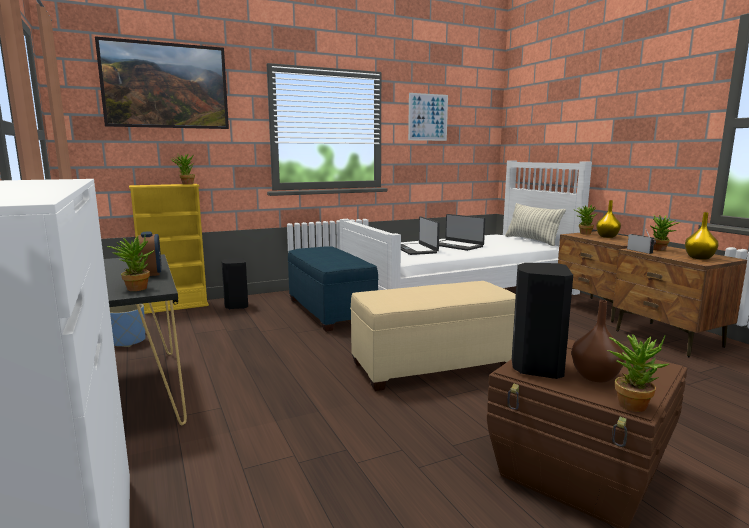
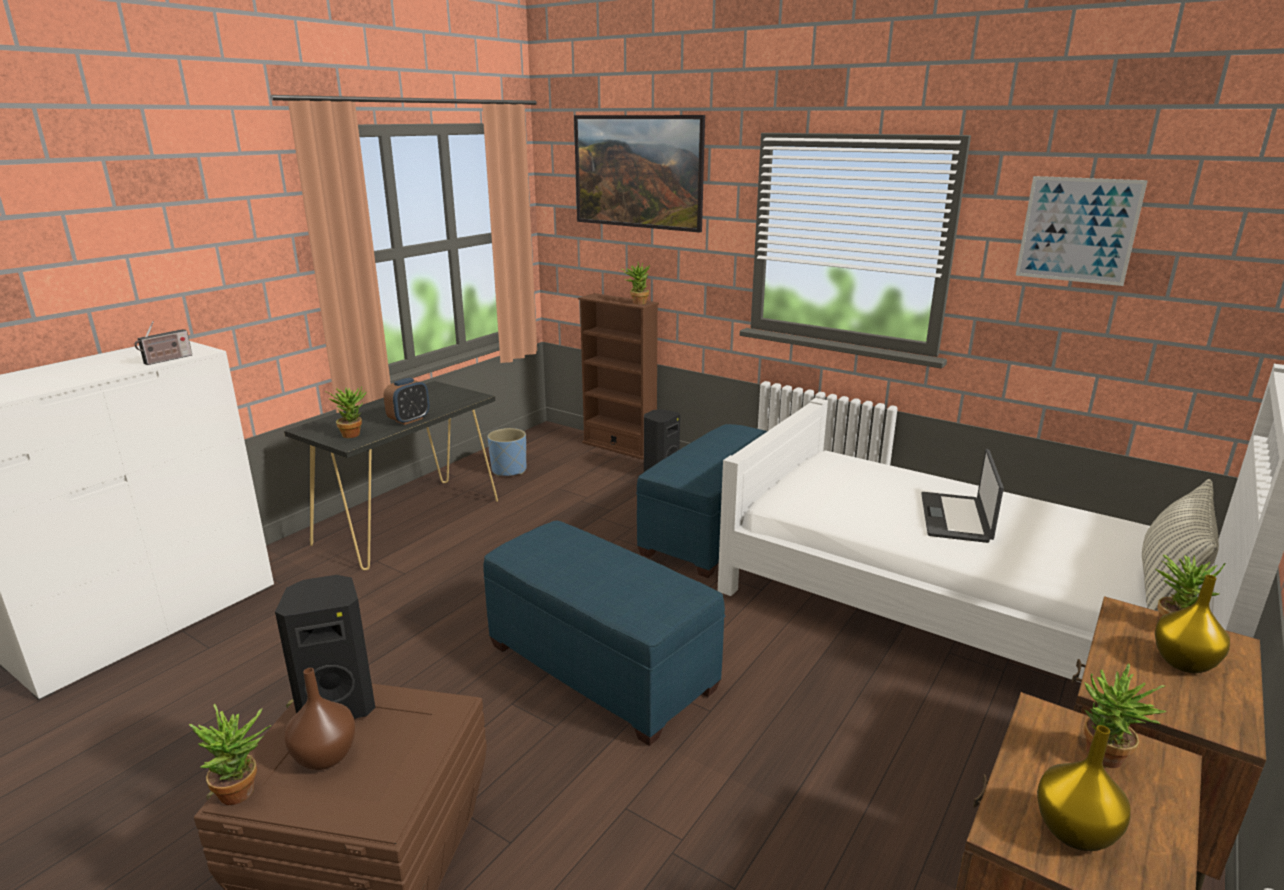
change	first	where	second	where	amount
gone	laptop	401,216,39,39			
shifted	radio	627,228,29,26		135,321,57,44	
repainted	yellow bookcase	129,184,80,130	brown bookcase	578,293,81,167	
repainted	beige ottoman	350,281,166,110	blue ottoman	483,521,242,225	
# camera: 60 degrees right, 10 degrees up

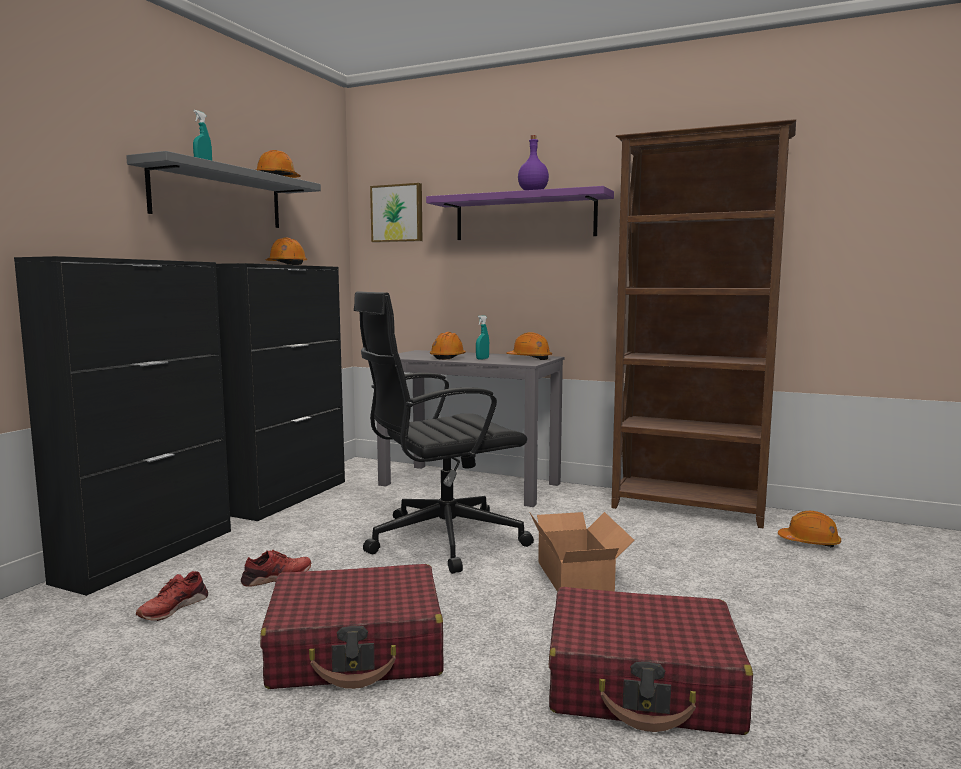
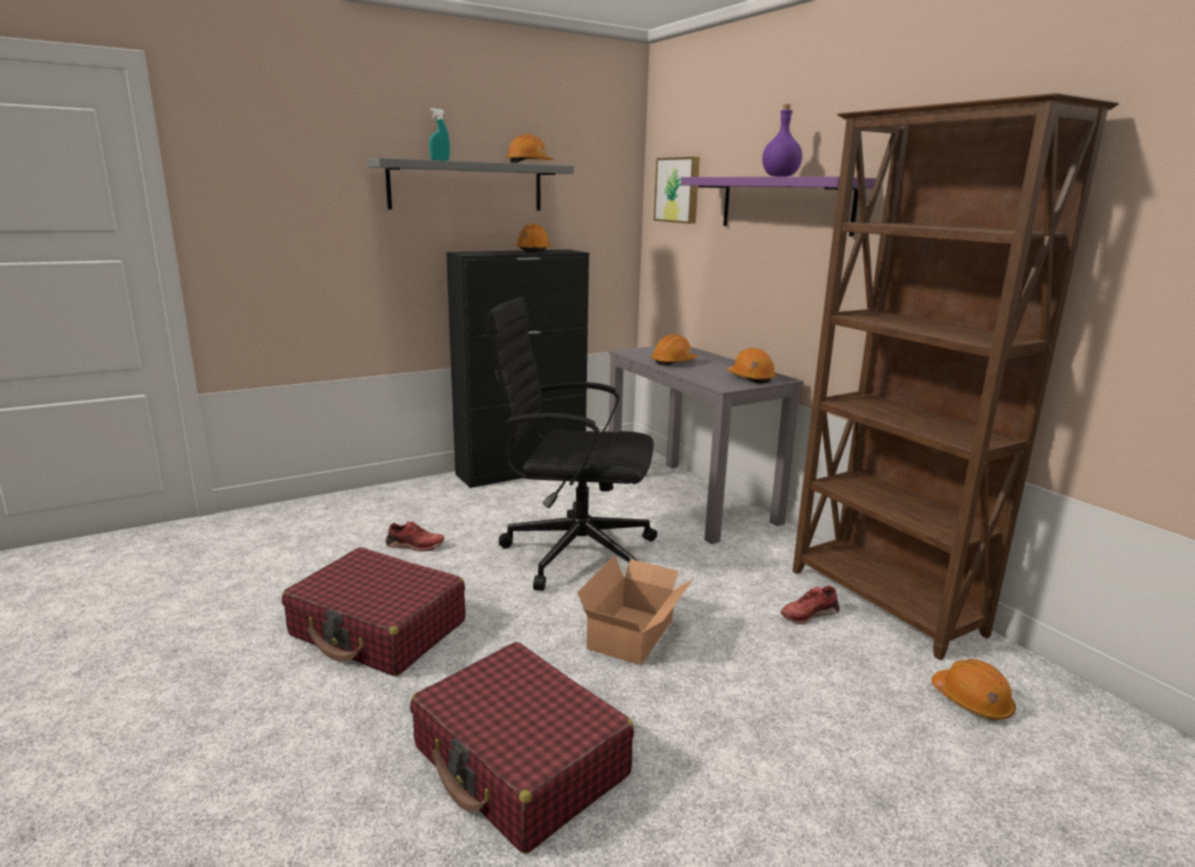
change	first	where	second	where	amount
gone	black cabinet	14,256,217,340			
gone	turquoise spray bottle	476,315,13,45			
shifted	red shoe	136,571,72,50		781,586,59,38	
# camera: 35 degrees right, 10 degrees up

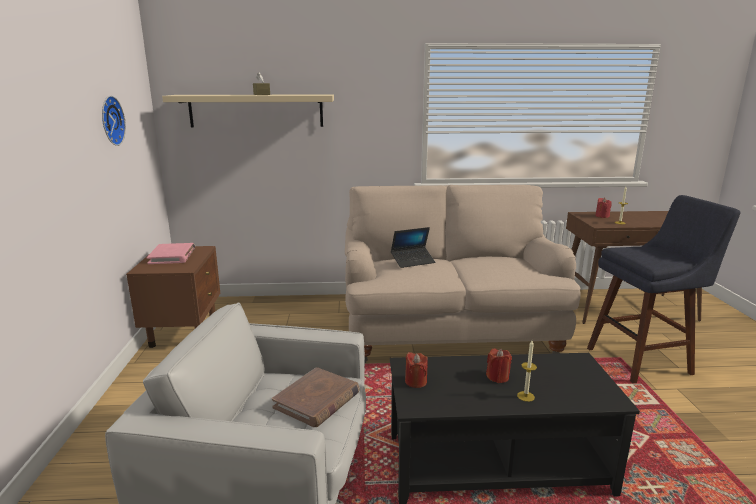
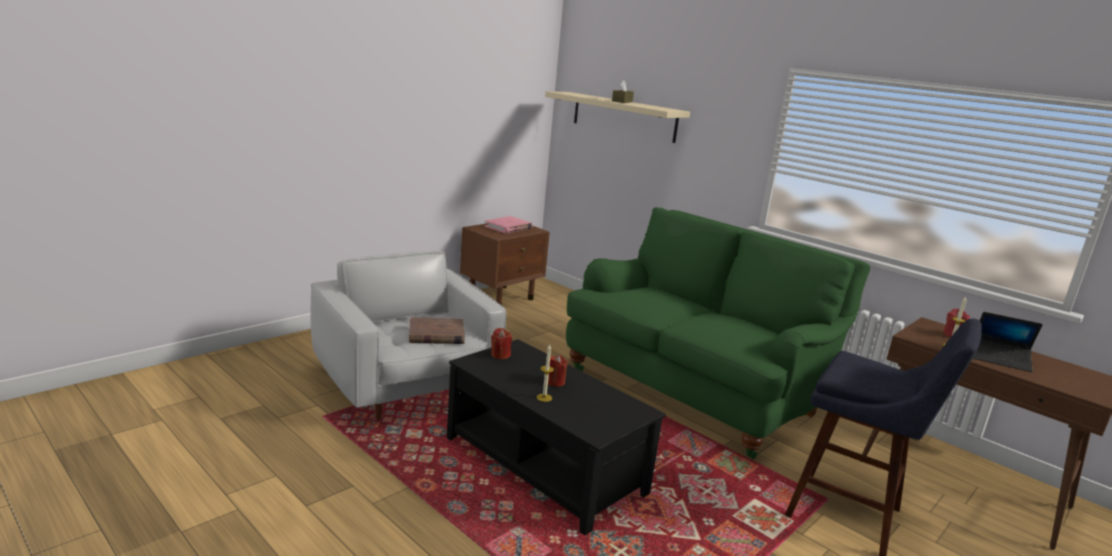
change	first	where	second	where	amount
gone	wall clock	102,96,24,50			
shifted	laptop	391,227,44,41		973,312,70,60	
repainted	beige sofa	345,185,236,178	green sofa	566,207,304,252	
# camera: 45 degrees right, 0 degrees up

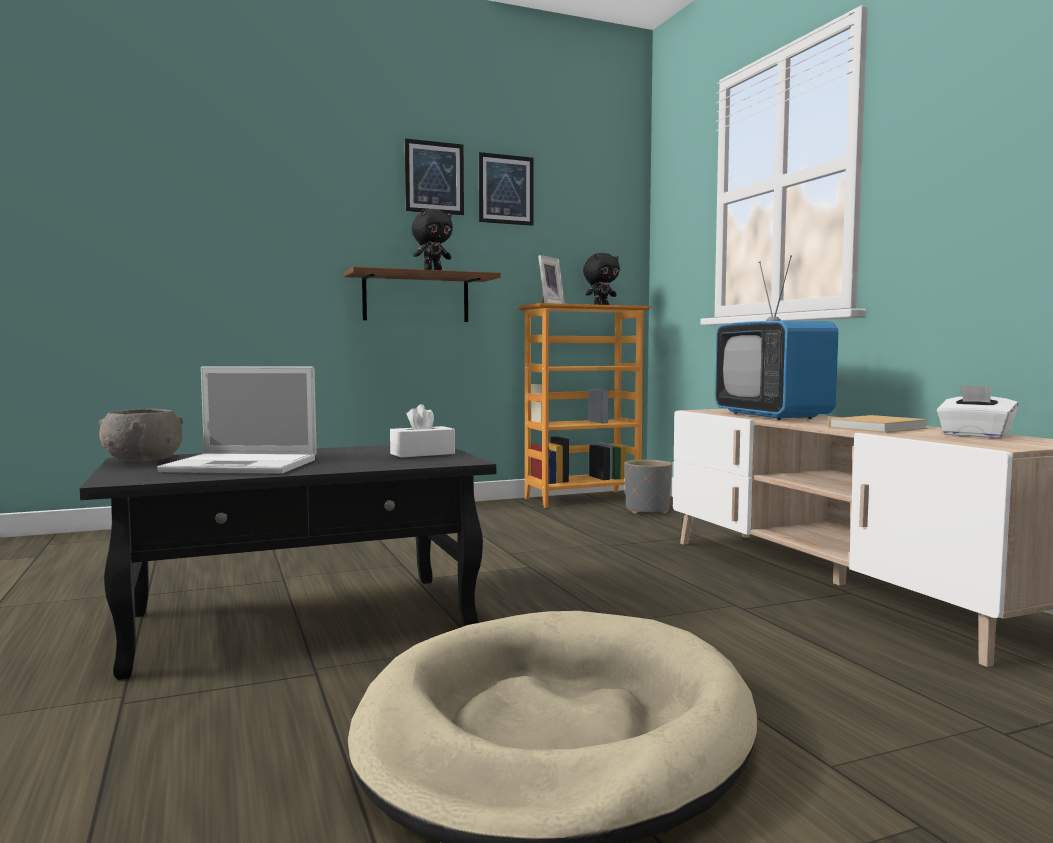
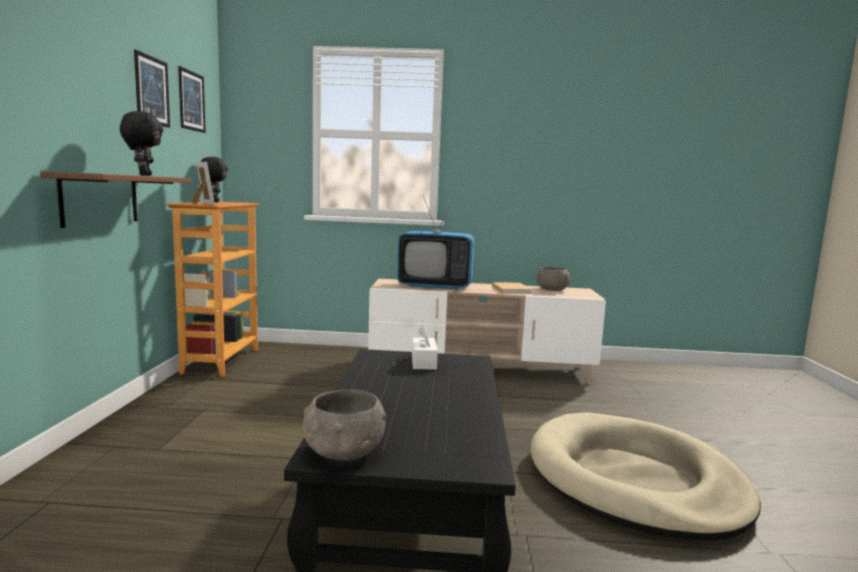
change	first	where	second	where	amount
gone	laptop	158,366,159,108			
gone	grey planter	625,460,47,54			
shifted	picture	405,138,59,77		178,66,28,67	
swapped	white tissue box	937,385,81,53	grey bowl	536,267,35,24	
# camera: 65 degrees left, 5 degrees up

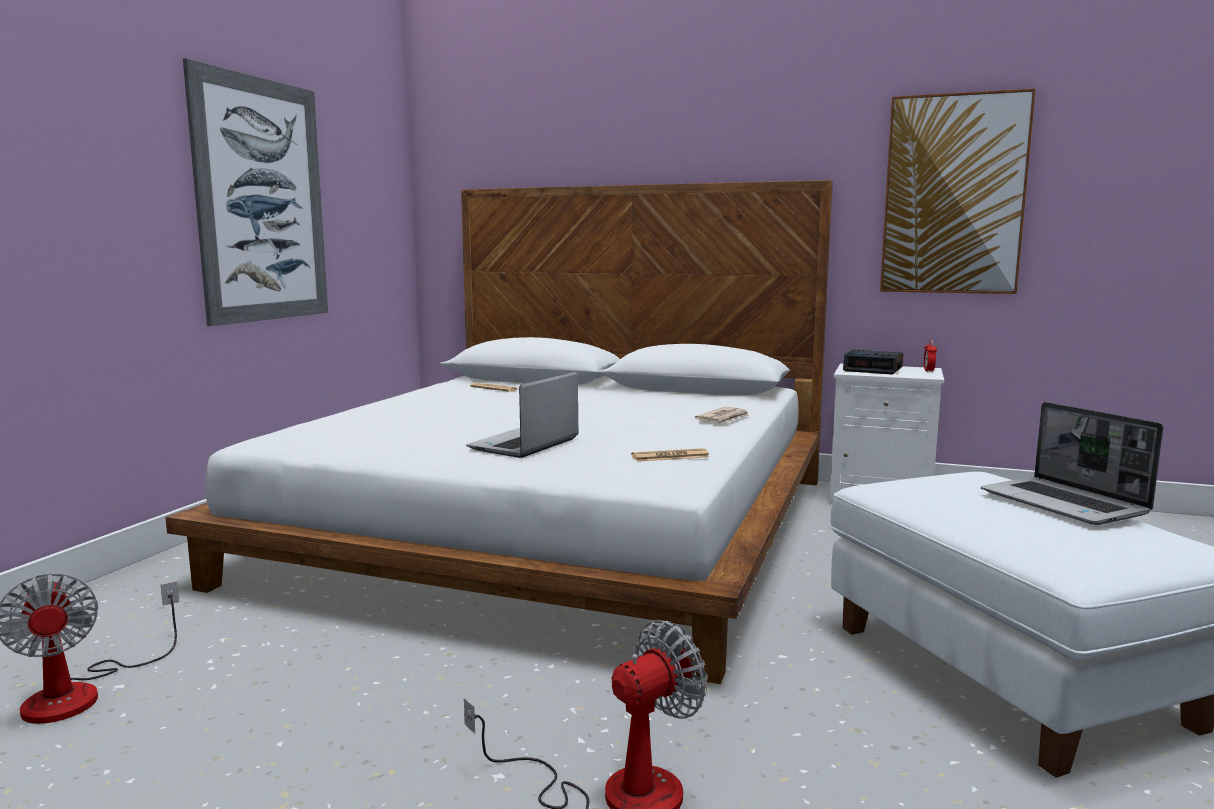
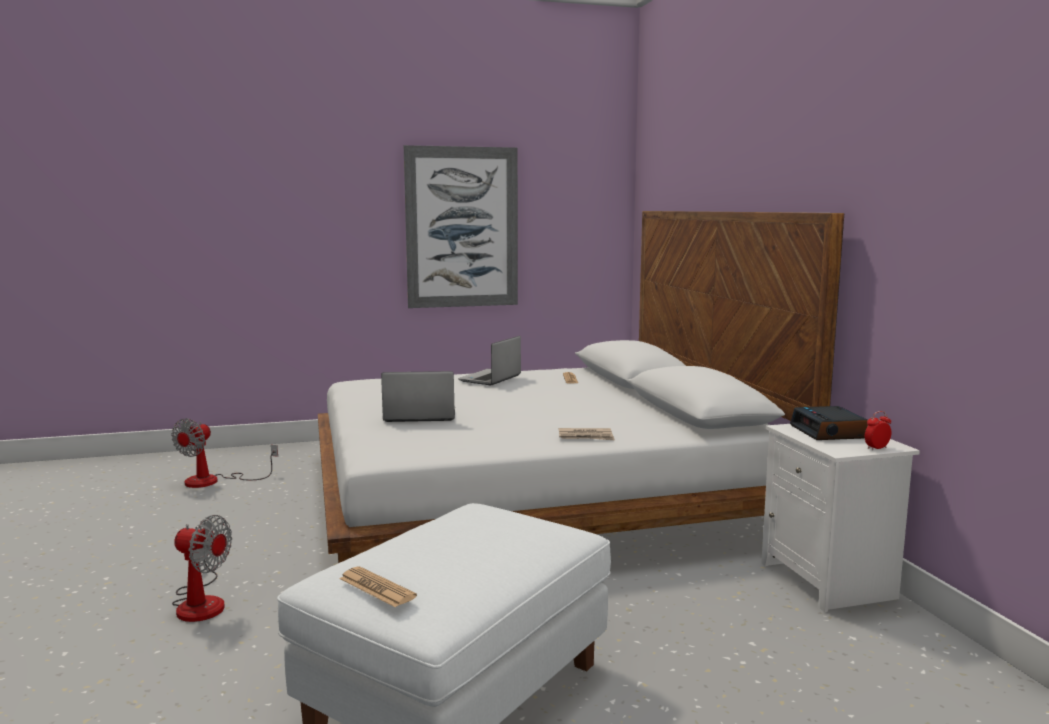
change	first	where	second	where	amount
gone	picture	880,89,156,205			
shifted	newspaper	631,448,78,14		340,567,77,40	
shifted	laptop	981,402,182,123		458,336,63,49	
# camera: 55 degrees right, 0 degrees up

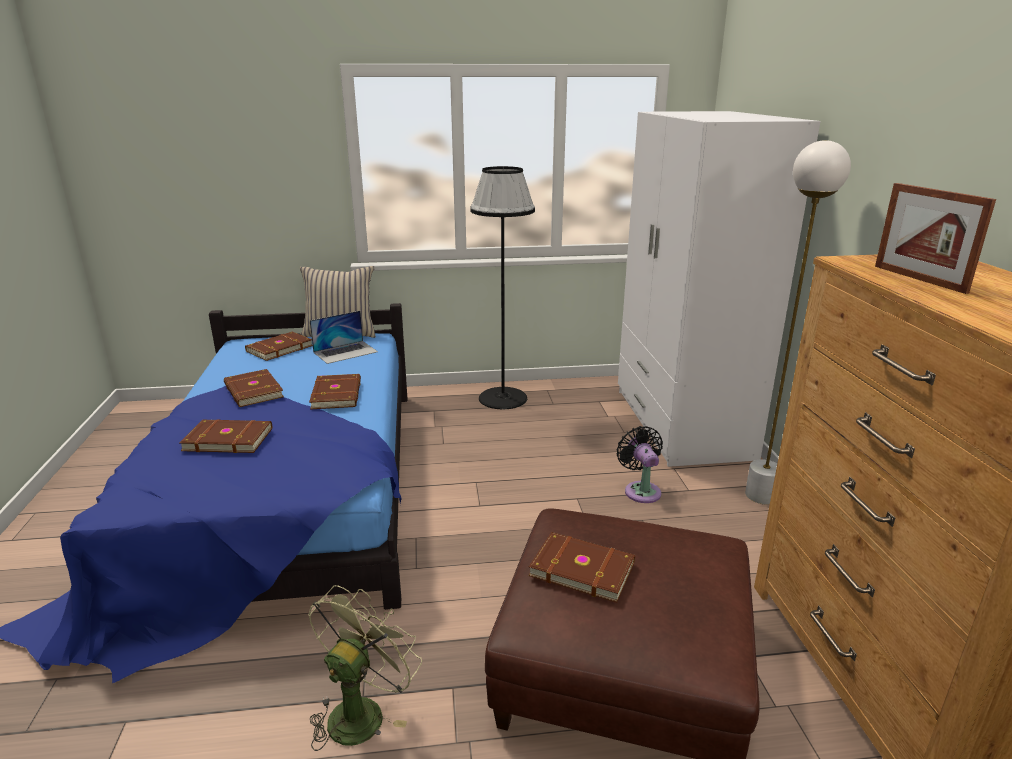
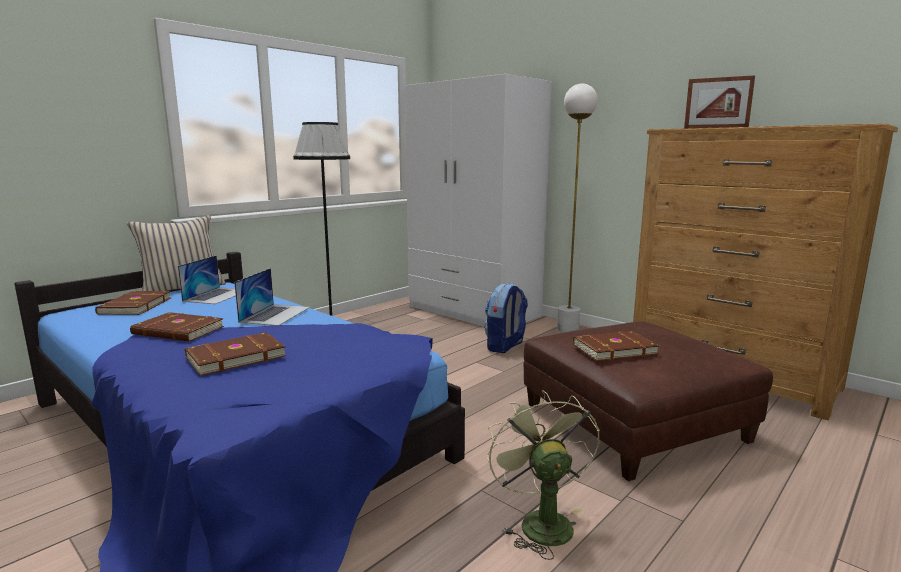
change	first	where	second	where	amount
swapped	brown book	309,374,52,35	laptop	234,268,76,58	
swapped	black fan	617,426,46,77	backpack	484,283,44,70	
# camera: 40 degrees left, 10 degrees down

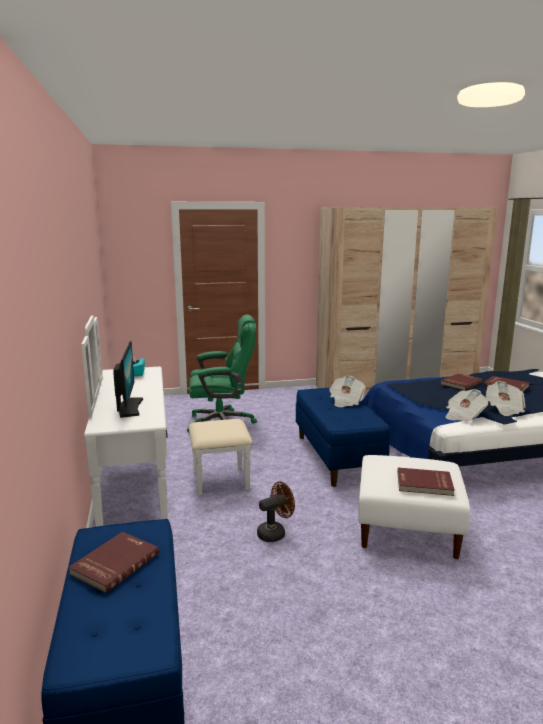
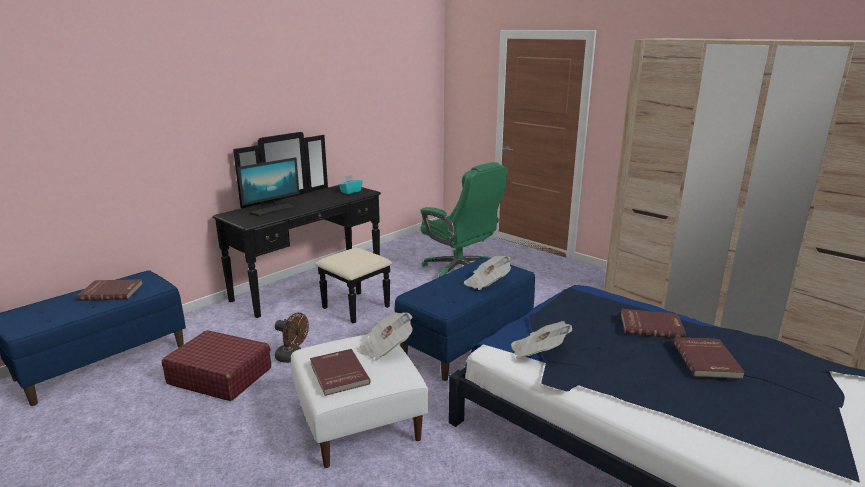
change	first	where	second	where	amount
new			red suitcase	162,330,109,71	
shifted	newspaper	486,381,39,35		357,312,56,48	
repainted	white dresser	81,316,172,211	black dresser	213,132,179,191	
# camera: 55 degrees right, 5 degrees up

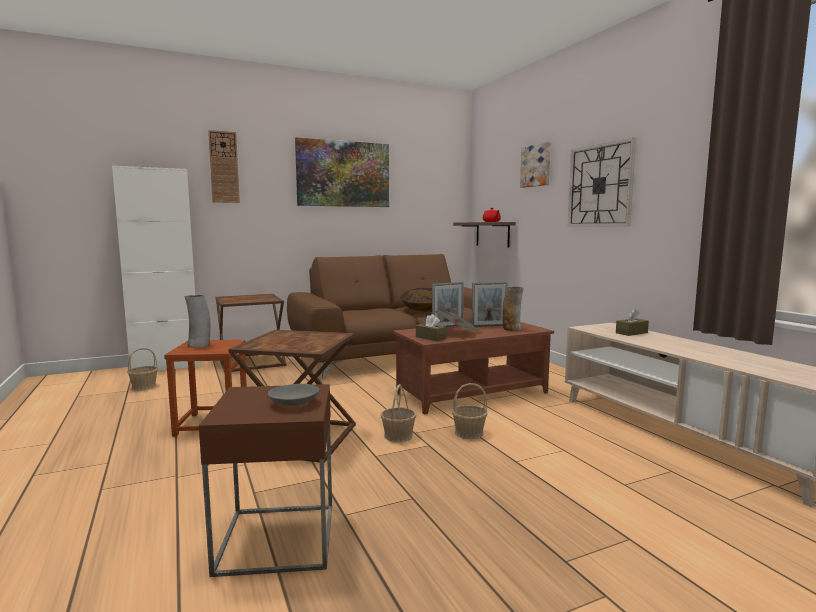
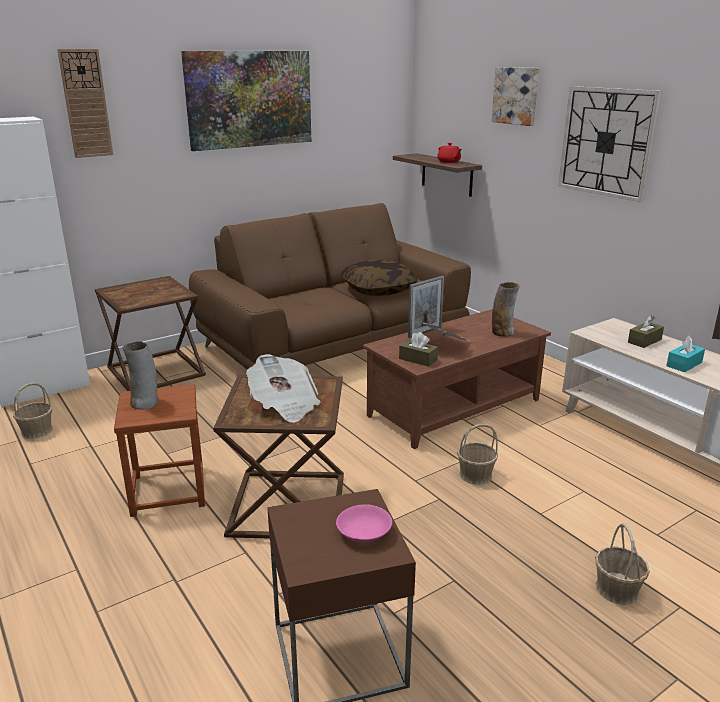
change	first	where	second	where	amount
gone	picture frame	472,282,36,45			
new			newspaper	246,354,75,69	
new			turquoise tissue box	666,336,39,36	
shifted	basket	381,384,35,58		595,523,55,82	
repainted	grey bowl	268,384,51,22	pink bowl	336,504,56,38	
# camera: 10 degrees left, 15 degrees up

